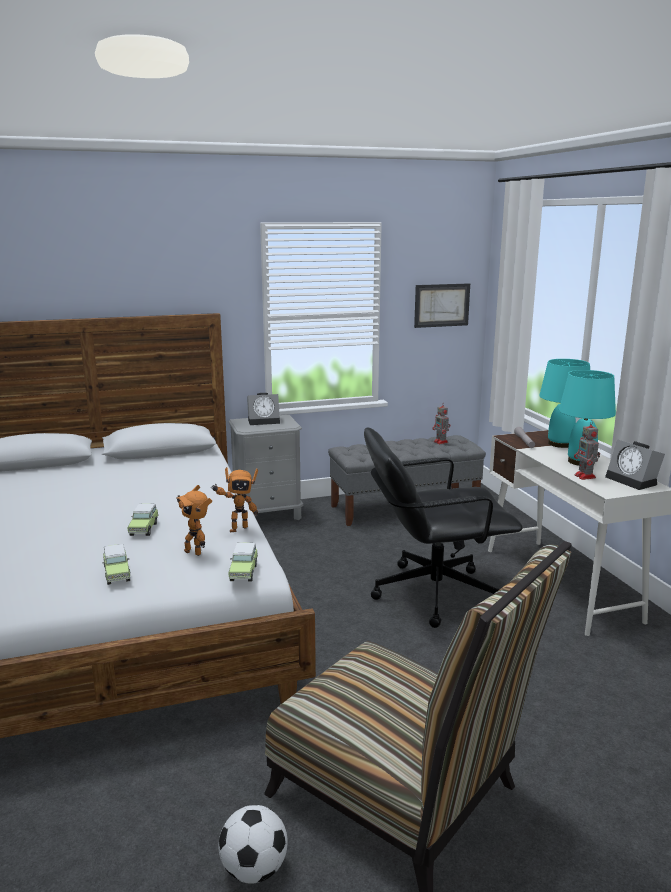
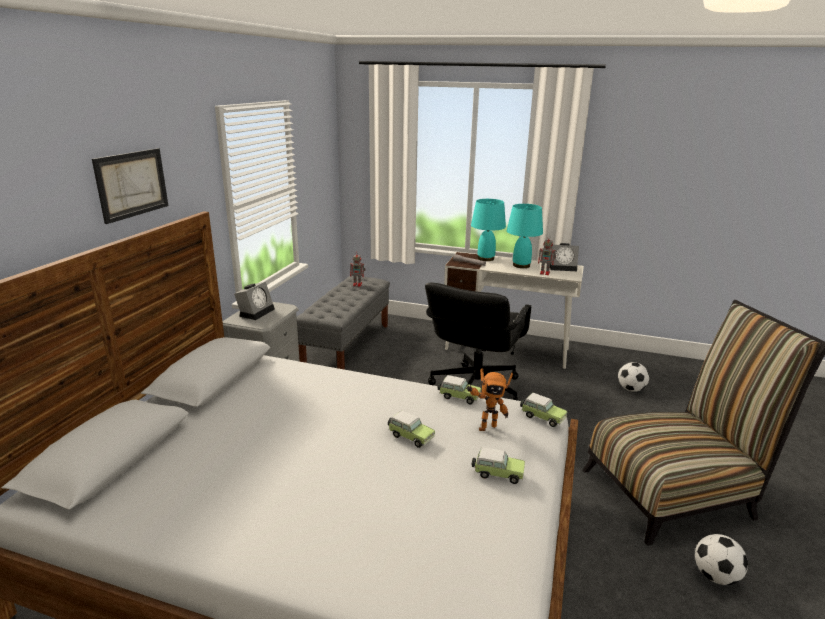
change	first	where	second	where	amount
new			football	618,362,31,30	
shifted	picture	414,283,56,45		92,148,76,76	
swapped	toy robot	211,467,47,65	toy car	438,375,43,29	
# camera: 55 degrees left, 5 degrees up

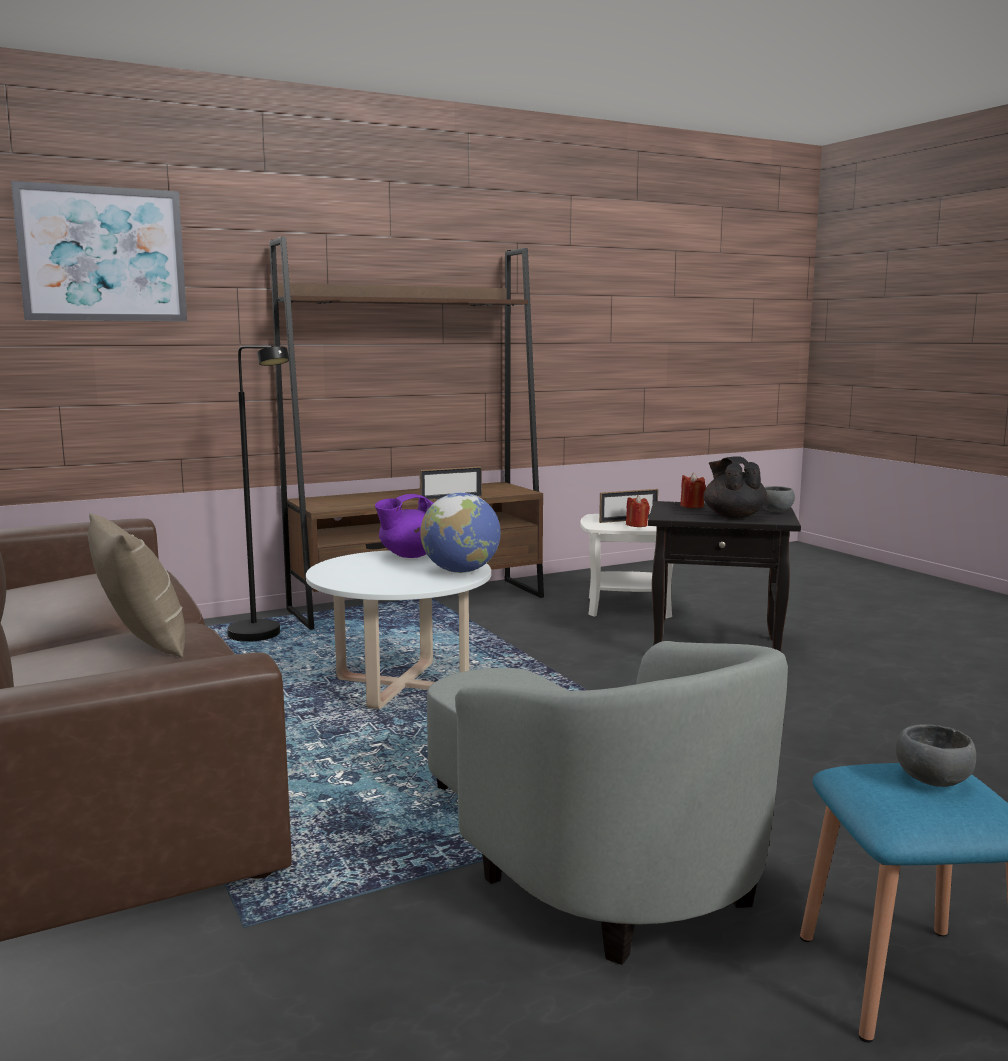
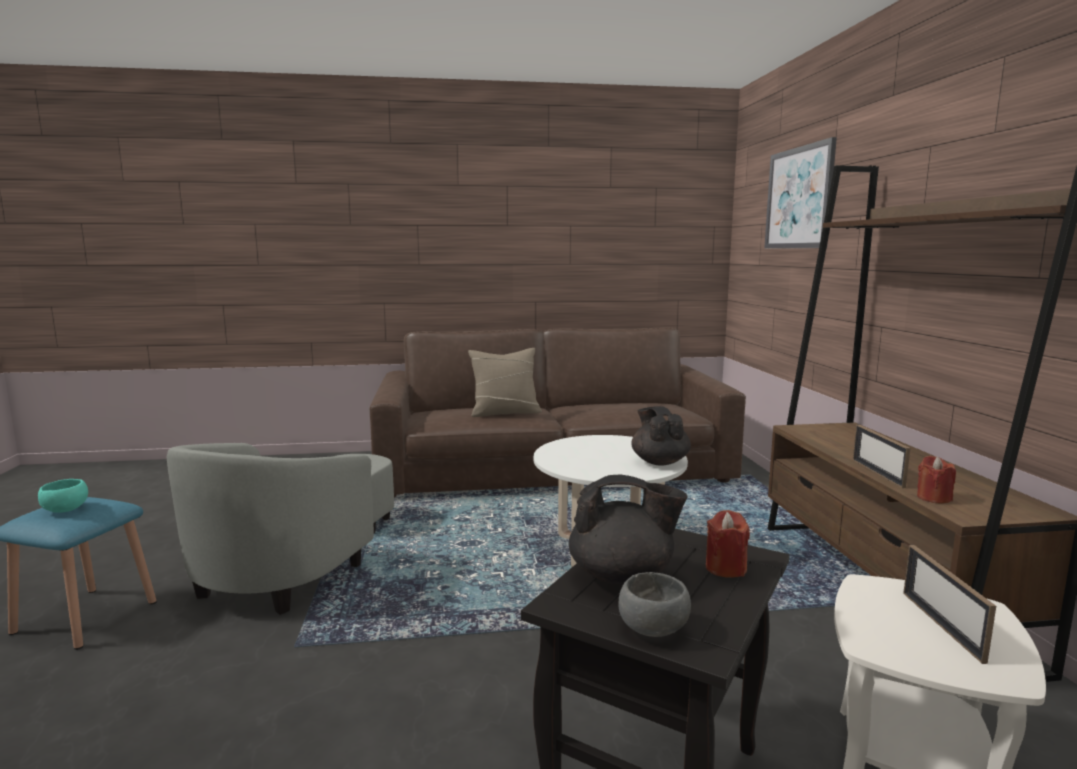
change	first	where	second	where	amount
gone	black floor lamp	227,346,62,296			
gone	globe	420,493,81,80			
shifted	red candle	626,495,24,32		917,456,39,47	
repainted	purple teapot	375,494,58,64	black teapot	631,406,60,60	
repainted	grey bowl	896,724,80,63	turquoise bowl	38,479,50,34	
rotated	grey armchair	427,641,361,324		167,443,227,172	60 degrees counterclockwise
# camera: 110 degrees right, 0 degrees up

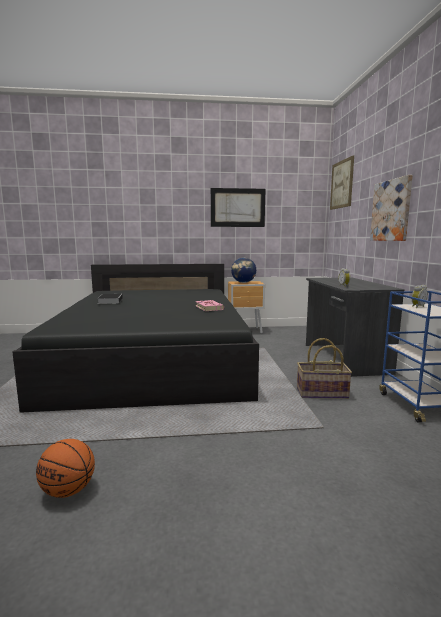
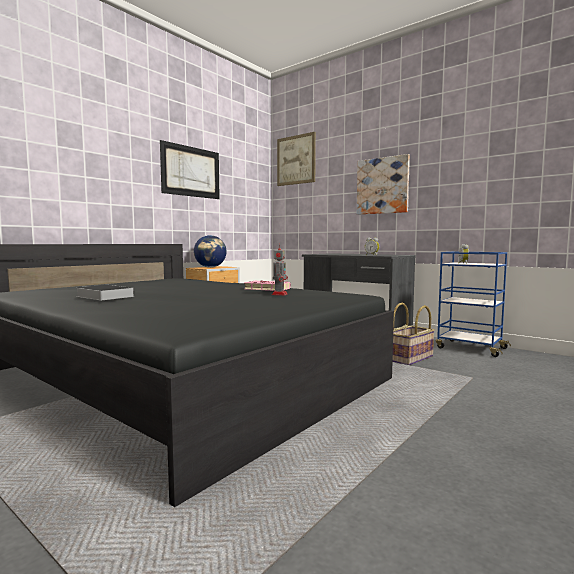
change	first	where	second	where	amount
gone	basketball	36,439,59,59			
new			toy robot	272,244,16,51	
# camera: 45 degrees left, 5 degrees down

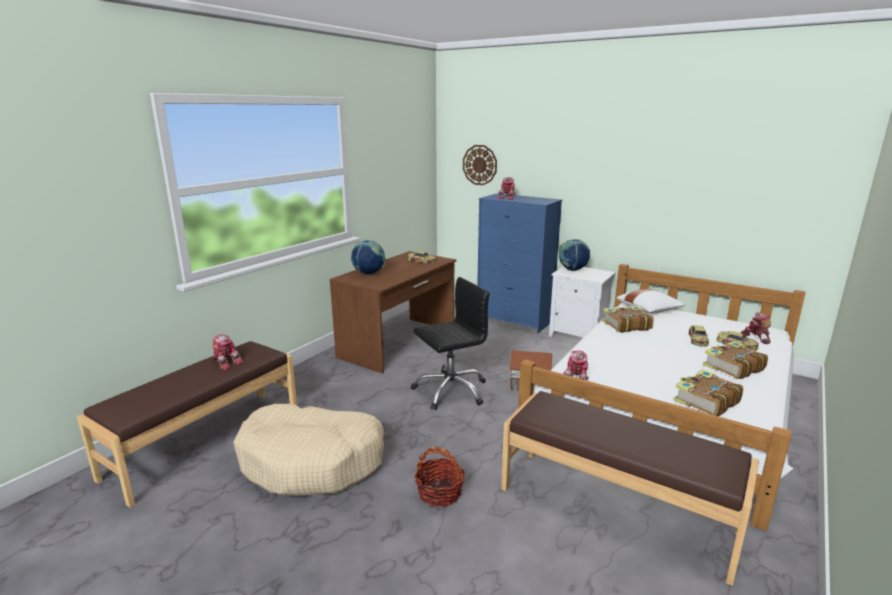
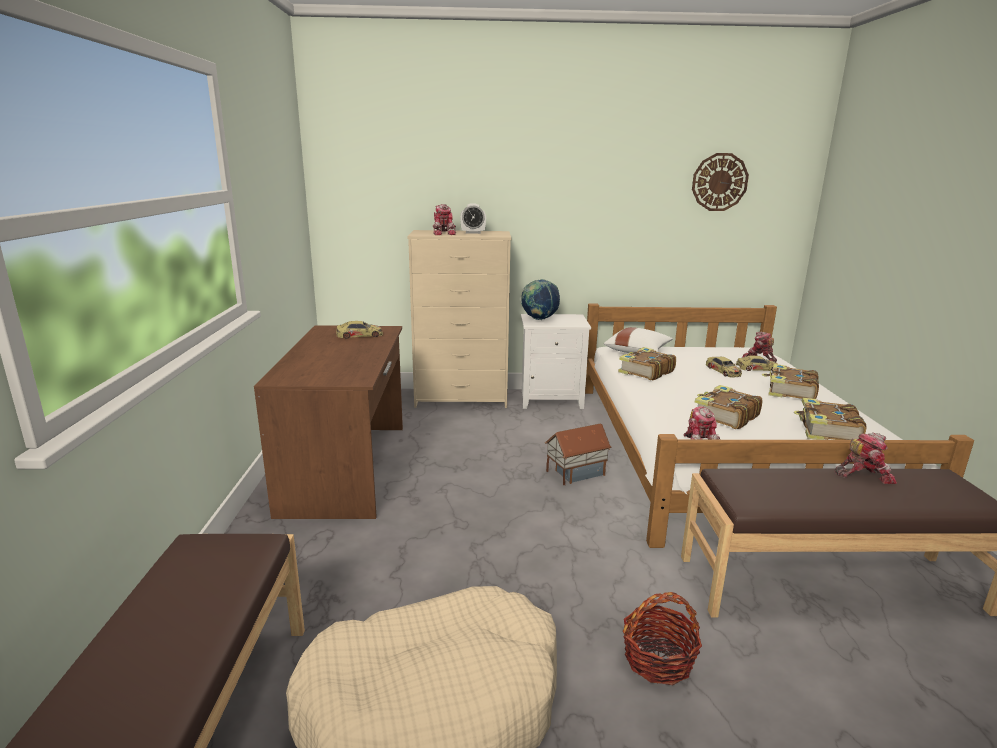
change	first	where	second	where	amount
gone	globe	351,240,35,35			
gone	black office chair	411,277,79,133			
new			alarm clock	460,203,26,31	
new			book	695,385,67,44	
shifted	toy robot	212,334,32,37		835,432,62,52	
shifted	wall clock	463,145,34,40		692,153,57,58	
repainted	blue dresser	477,193,85,140	beige dresser	407,230,104,178	
# camera: 35 degrees left, 0 degrees up

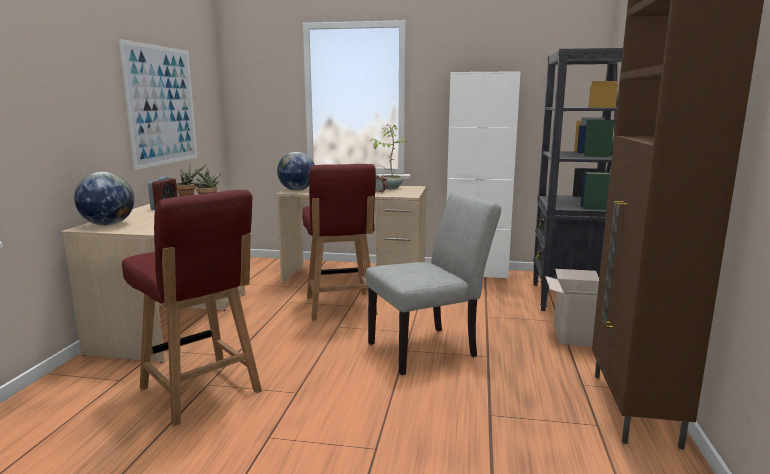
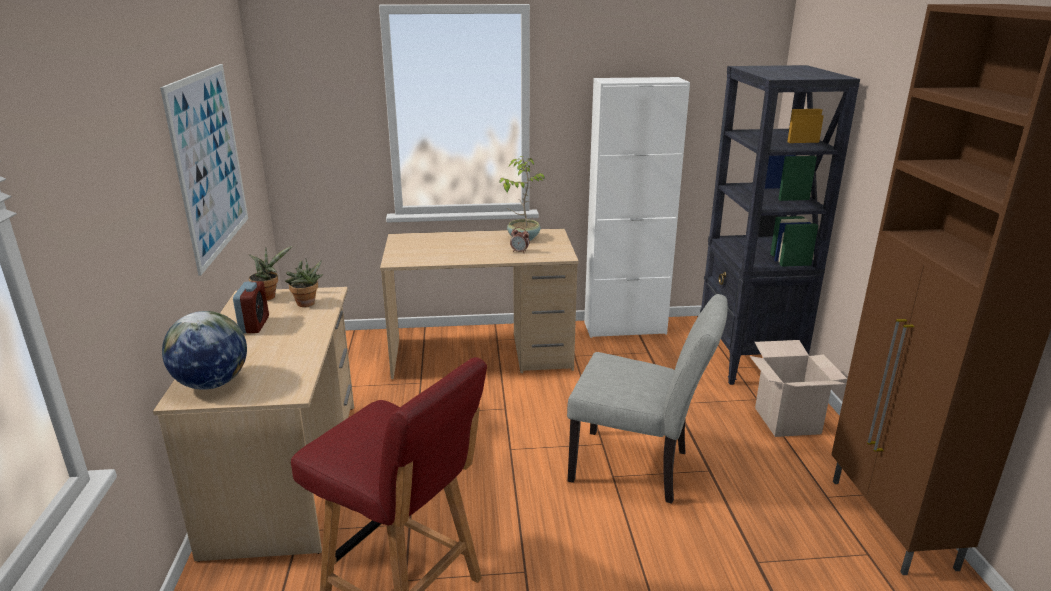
change	first	where	second	where	amount
gone	globe	277,152,38,39			
gone	red chair	302,164,75,157			
rotated	grey chair	366,192,135,183		567,294,161,210	60 degrees clockwise
# camera: 15 degrees left, 10 degrees up

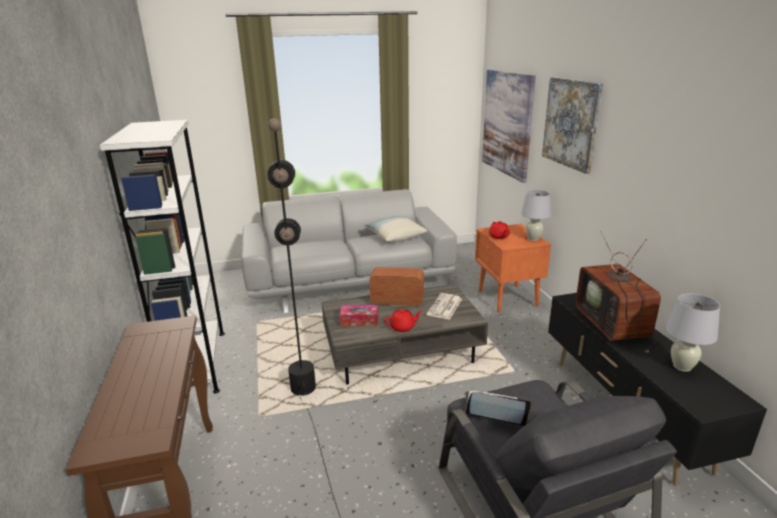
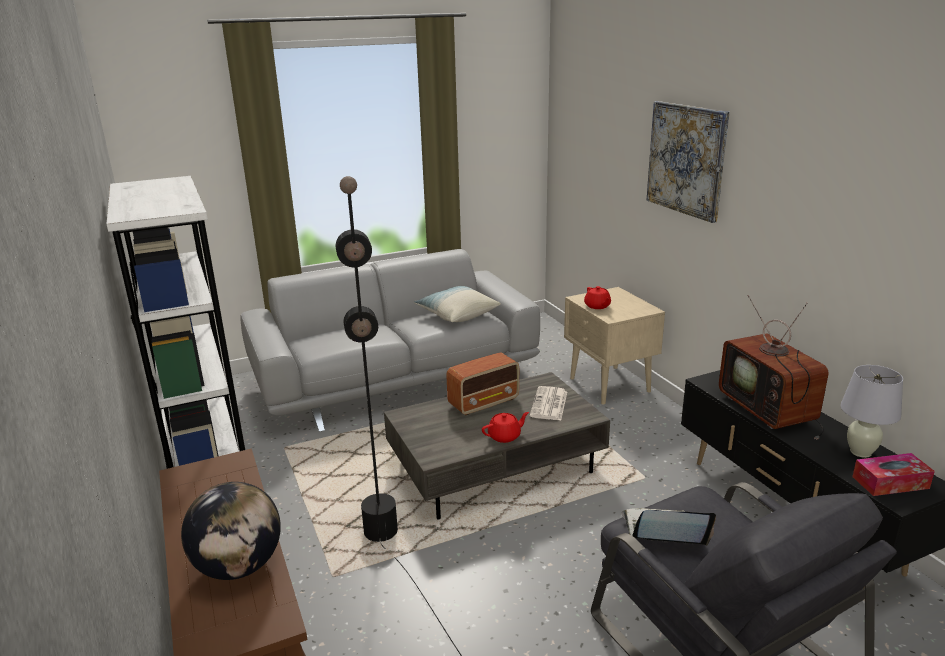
change	first	where	second	where	amount
gone	picture	482,70,54,113			
gone	white table lamp	521,190,30,51			
new			globe	181,482,100,98	
shifted	tissue box	340,305,38,21		852,453,83,43	
repainted	orange nightstand	475,224,76,89	beige nightstand	564,287,101,118	
rotated	radio	369,267,55,39		446,352,73,63	150 degrees clockwise
# camera: 10 degrees left, 0 degrees up

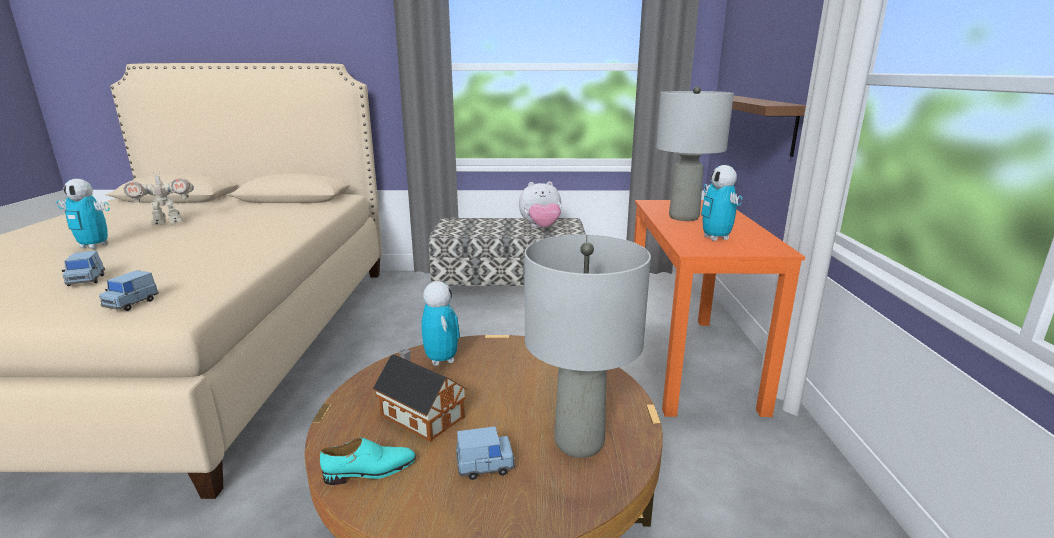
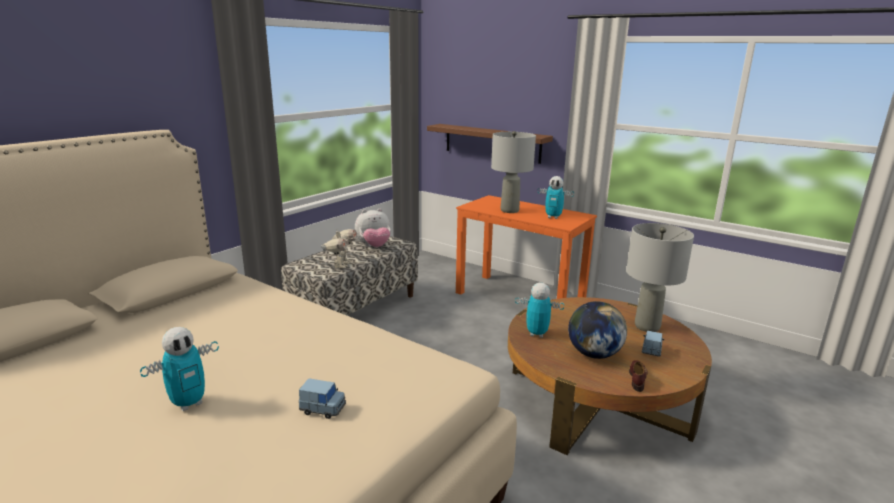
change	first	where	second	where	amount
gone	blue toy car	99,270,60,41			
shifted	toy robot	123,171,71,54		321,228,36,40	
swapped	toy house	373,349,94,93	globe	568,301,59,58	
repainted	turquoise shoe	320,438,96,47	brown shoe	629,361,19,31	
rotated	plush toy	519,181,43,46		355,208,36,39	45 degrees clockwise
# camera: 55 degrees left, 0 degrees up

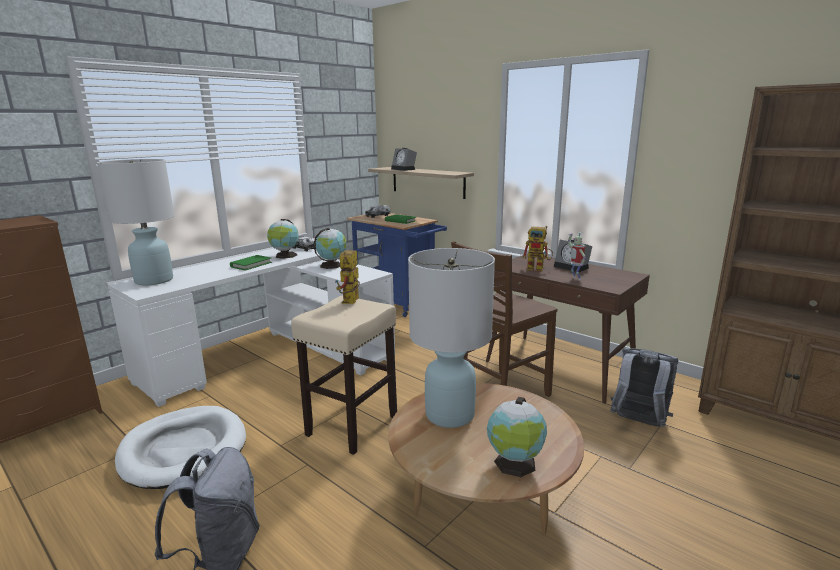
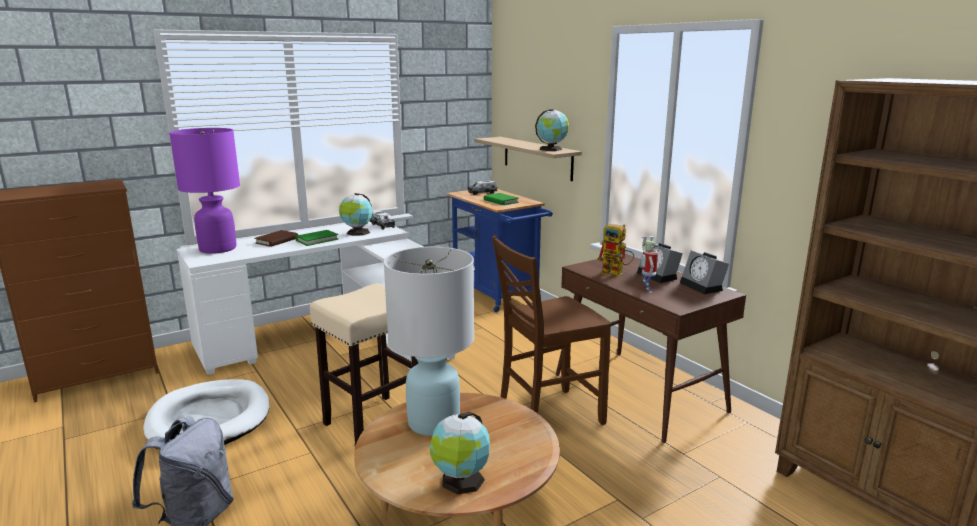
change	first	where	second	where	amount
gone	toy robot	335,250,25,54			
gone	grey backpack	610,348,68,79			
new			brown book	254,230,44,17	
shifted	globe	313,228,34,41		535,109,34,42	
shifted	alarm clock	391,148,26,23		680,250,49,44	
repainted	white table lamp	97,159,78,126	purple table lamp	169,128,71,126	
# camera: 15 degrees right, 0 degrees up

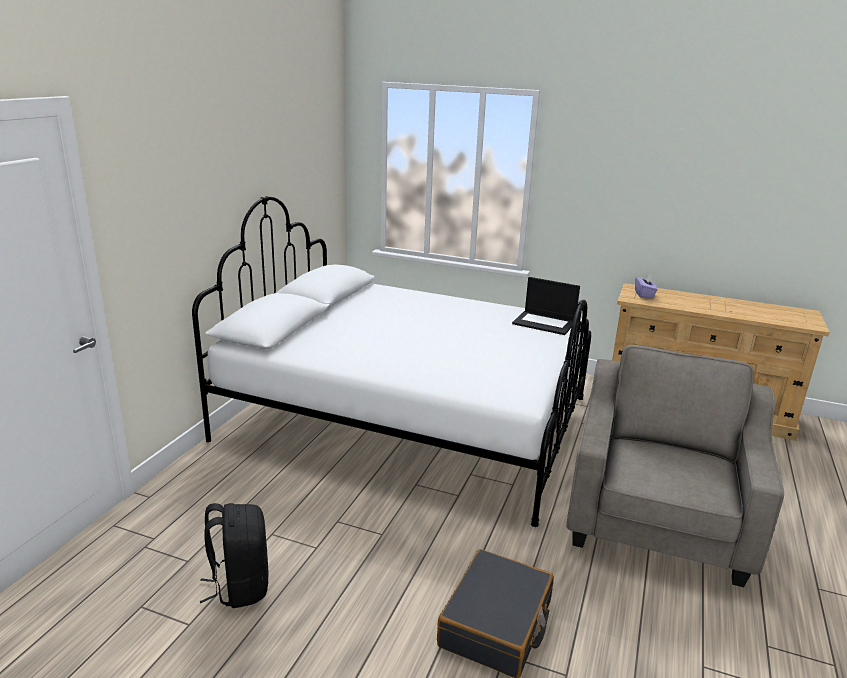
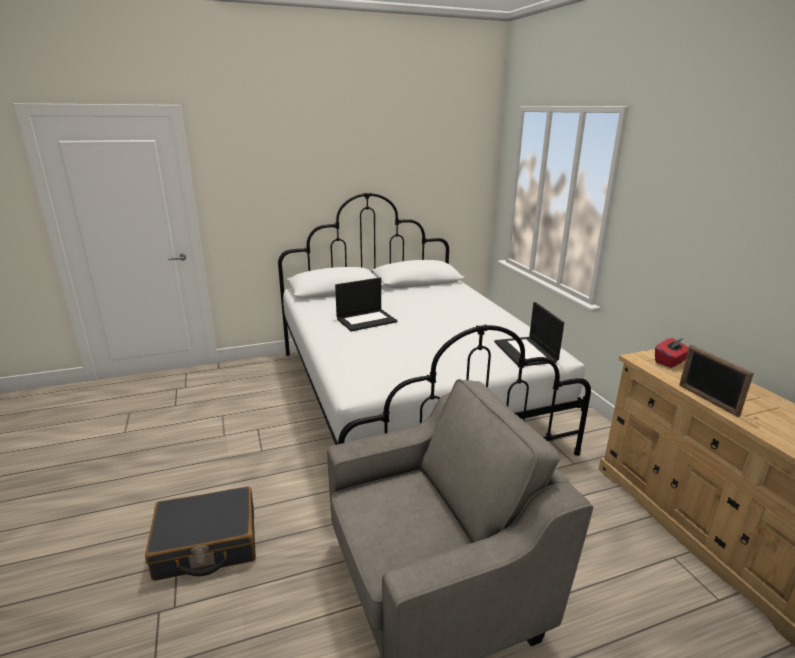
change	first	where	second	where	amount
gone	black backpack	200,503,69,105			
new			laptop	335,277,62,55	
new			picture frame	679,345,75,72	
repainted	purple tissue box	635,274,23,25	red tissue box	655,338,34,30	
# camera: 50 degrees right, 0 degrees up

